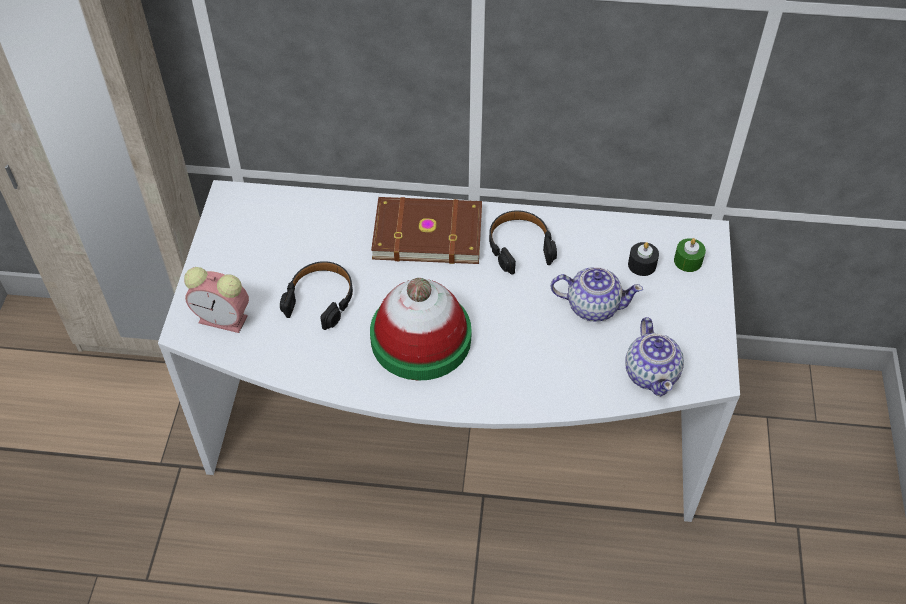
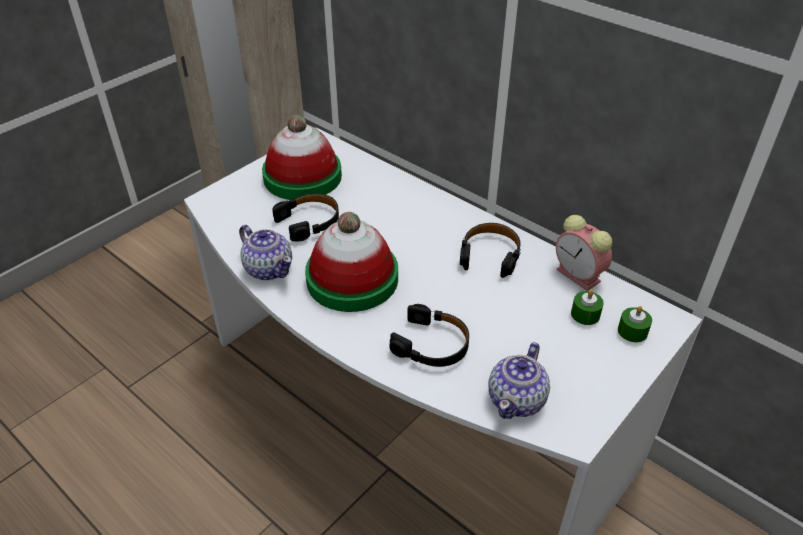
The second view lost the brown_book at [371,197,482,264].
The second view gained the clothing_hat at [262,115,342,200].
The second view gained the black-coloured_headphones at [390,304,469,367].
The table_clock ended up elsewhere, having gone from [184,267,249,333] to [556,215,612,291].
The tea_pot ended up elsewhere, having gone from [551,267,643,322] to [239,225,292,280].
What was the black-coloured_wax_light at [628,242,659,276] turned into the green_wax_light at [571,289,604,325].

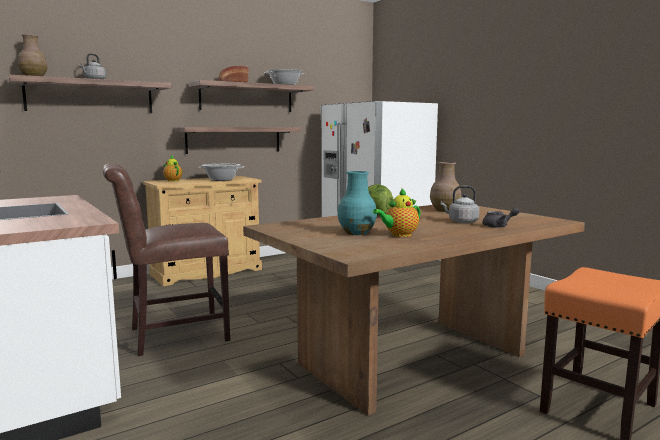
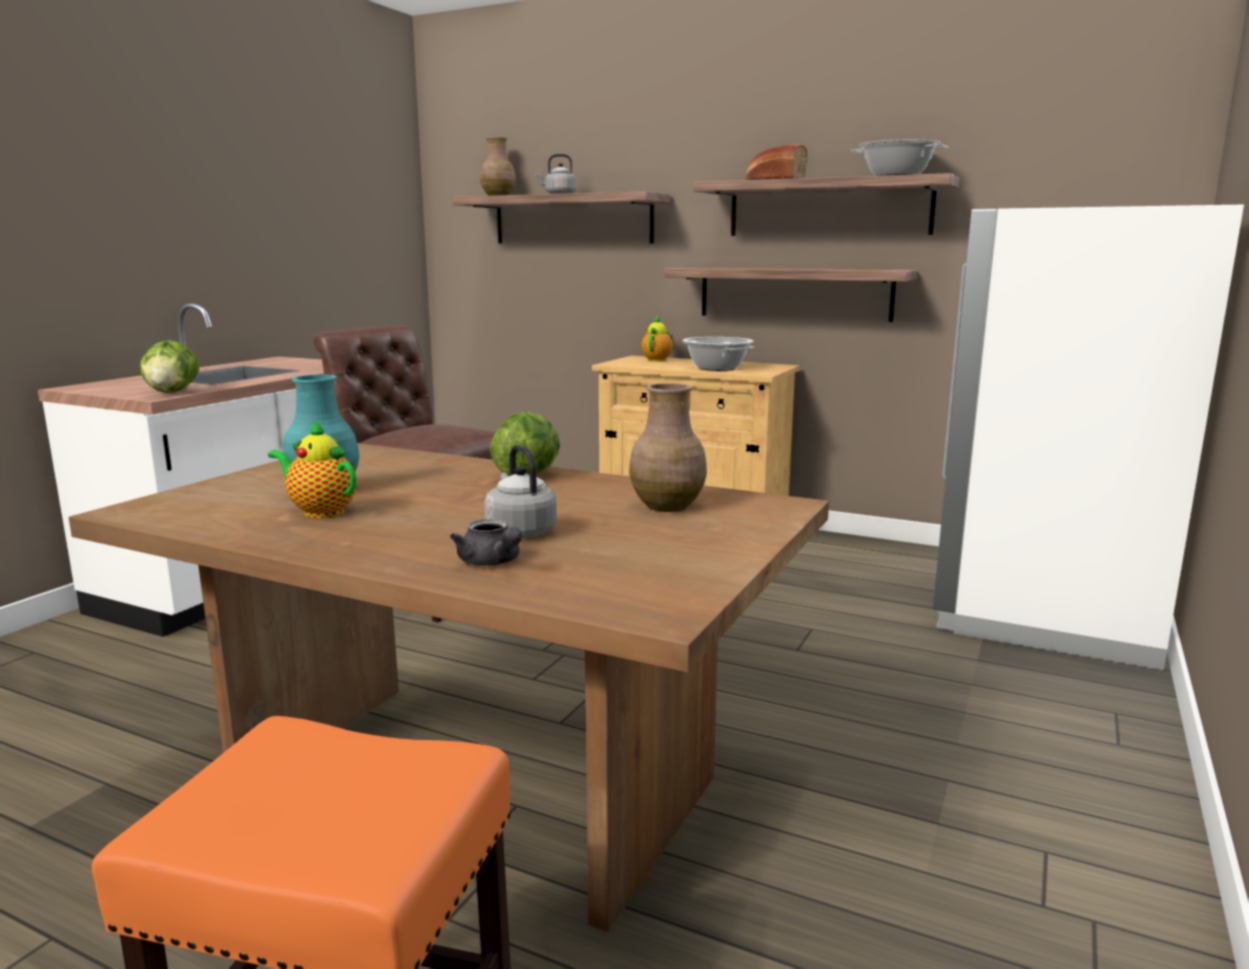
The second view gained the lettuce_head at [140,340,200,393].

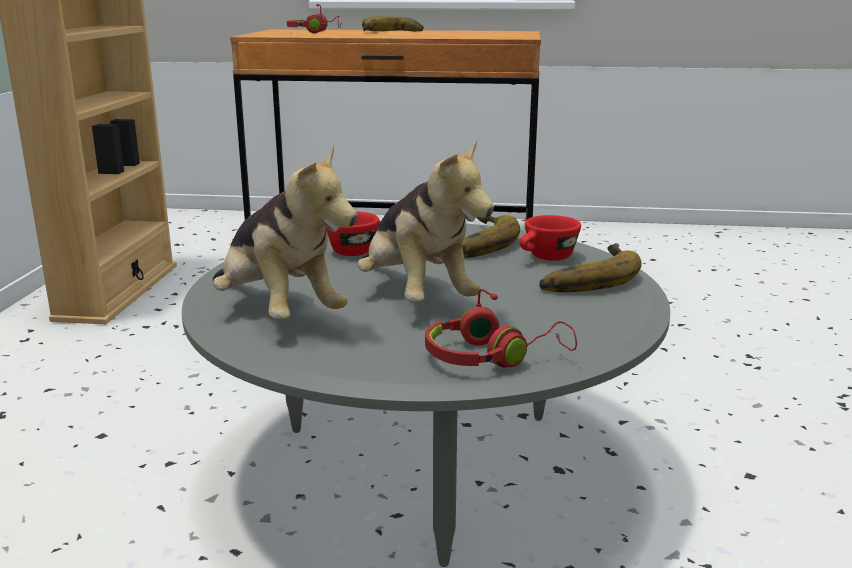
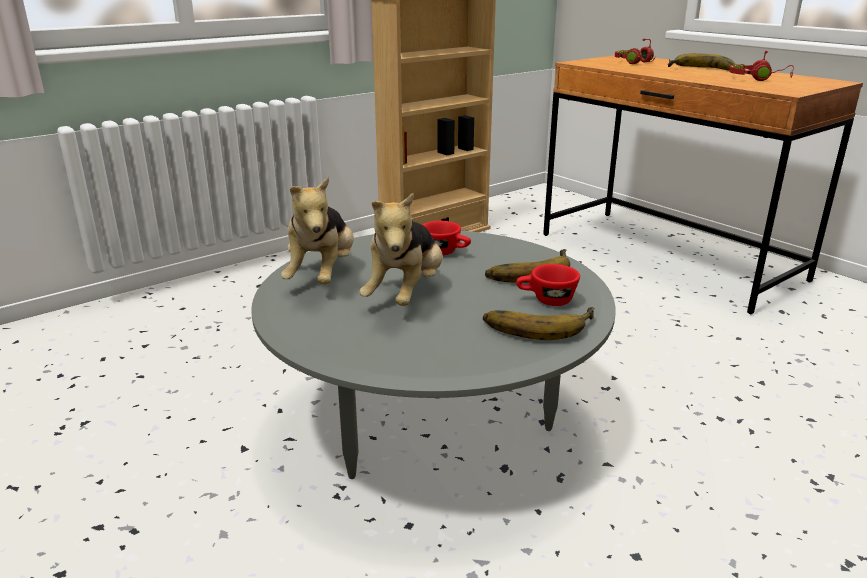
The reddish_headphones ended up elsewhere, having gone from [425,289,577,367] to [729,51,794,81].

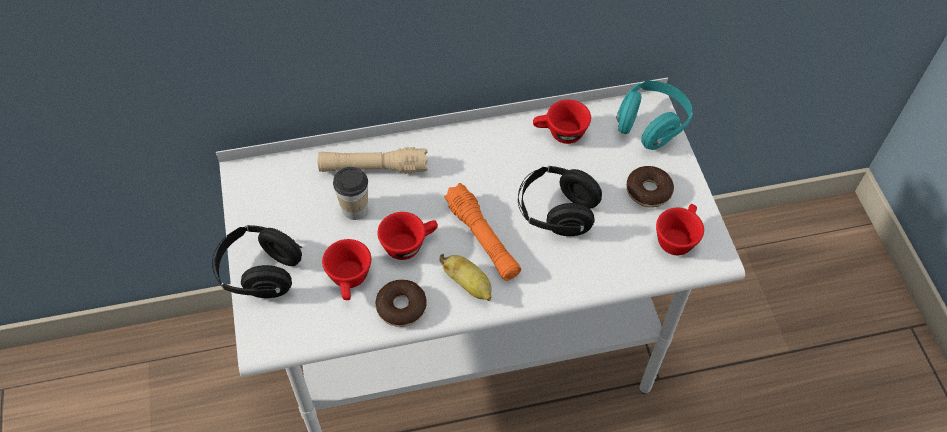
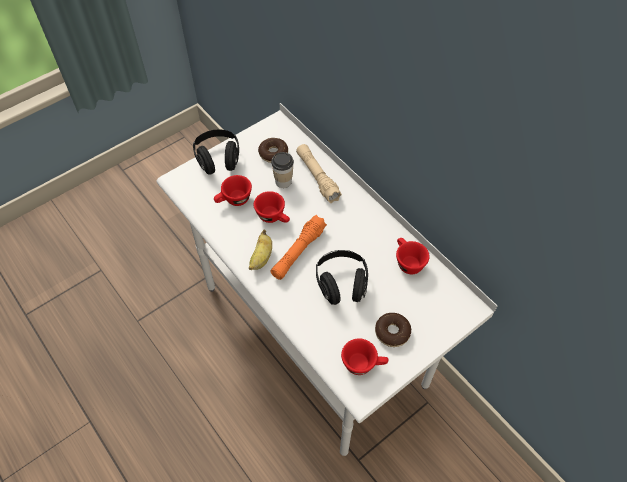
The second view lost the turquoise-coloured_headphones at [616,81,693,150].
The ring_doughnut ended up elsewhere, having gone from [376,280,427,327] to [258,138,288,163].

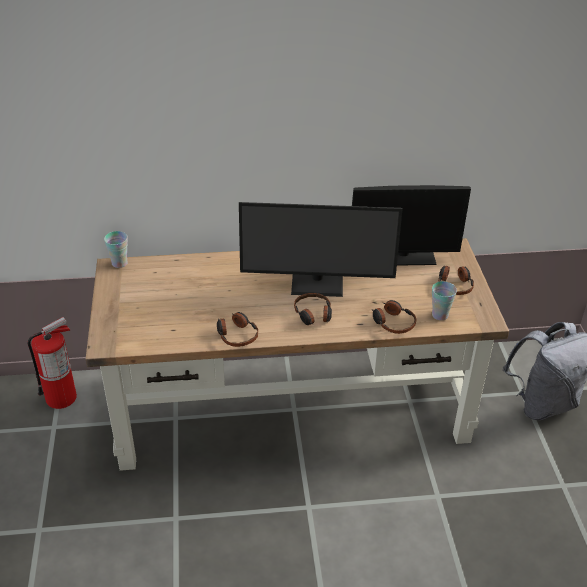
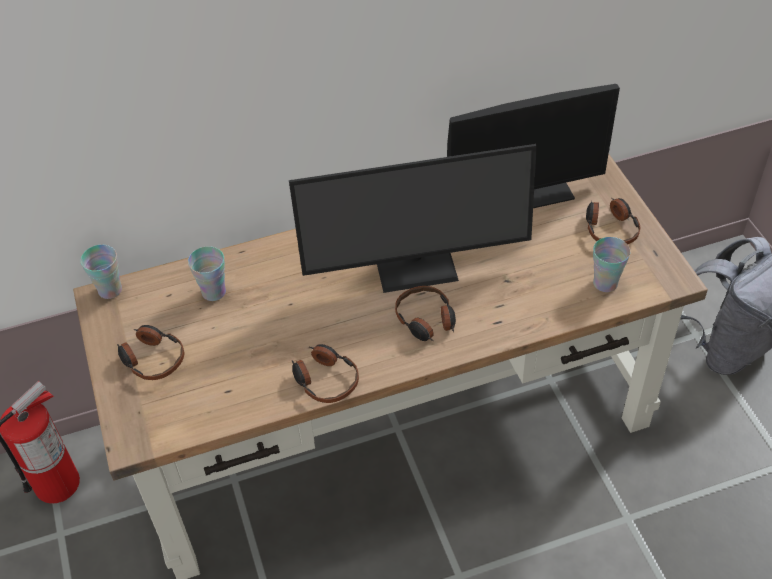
The second view gained the drinking_cup at [188,246,226,301].
The headphones ended up elsewhere, having gone from [372,300,417,334] to [117,325,185,380].

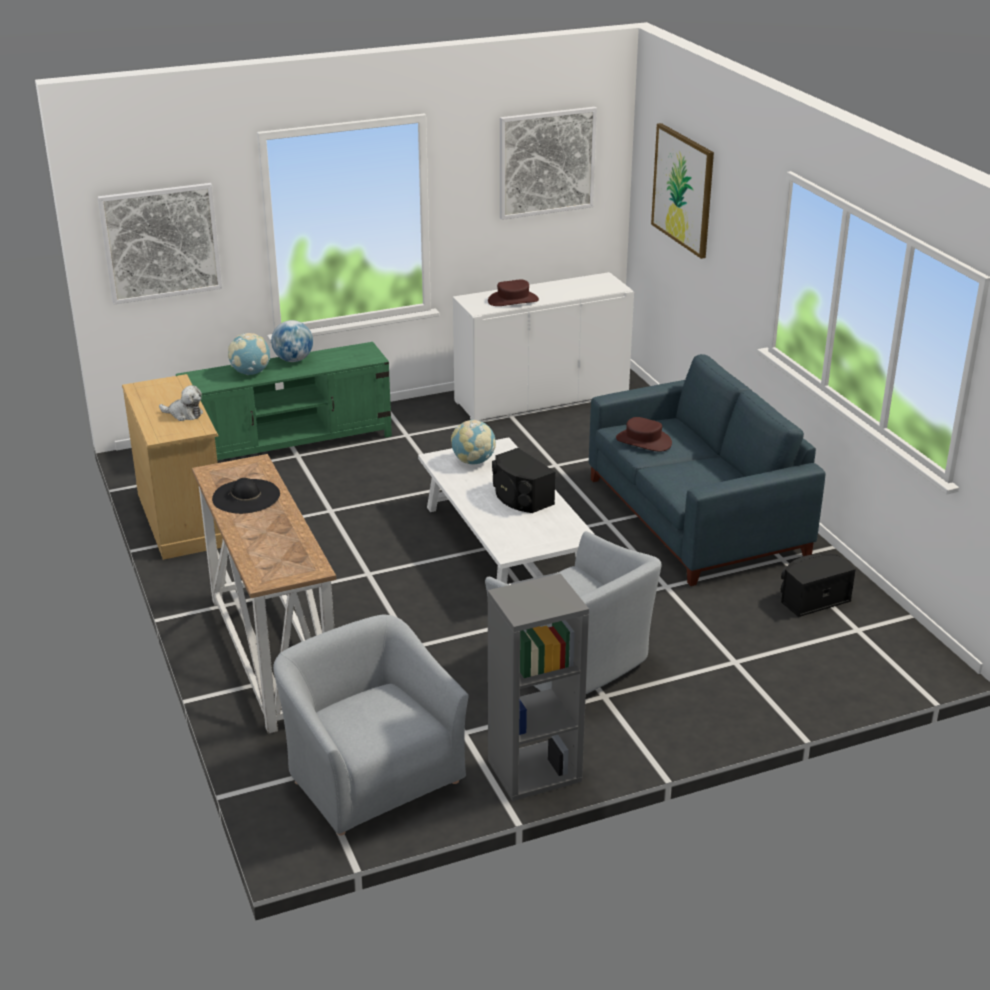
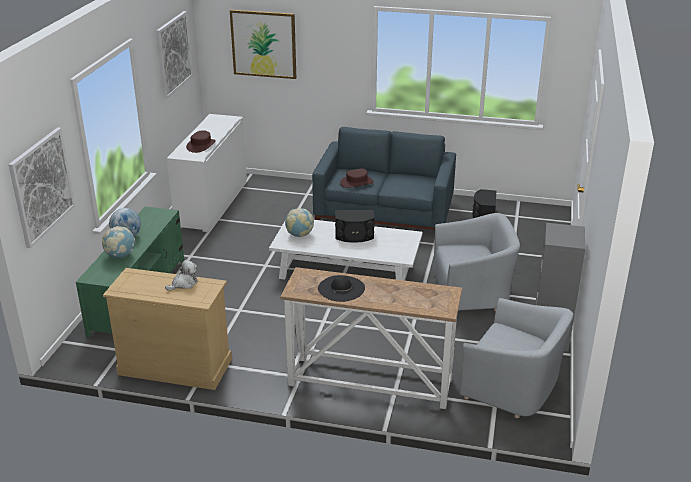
The grey_armchair at [273,614,469,836] ended up facing another way, 150 degrees counterclockwise from before.

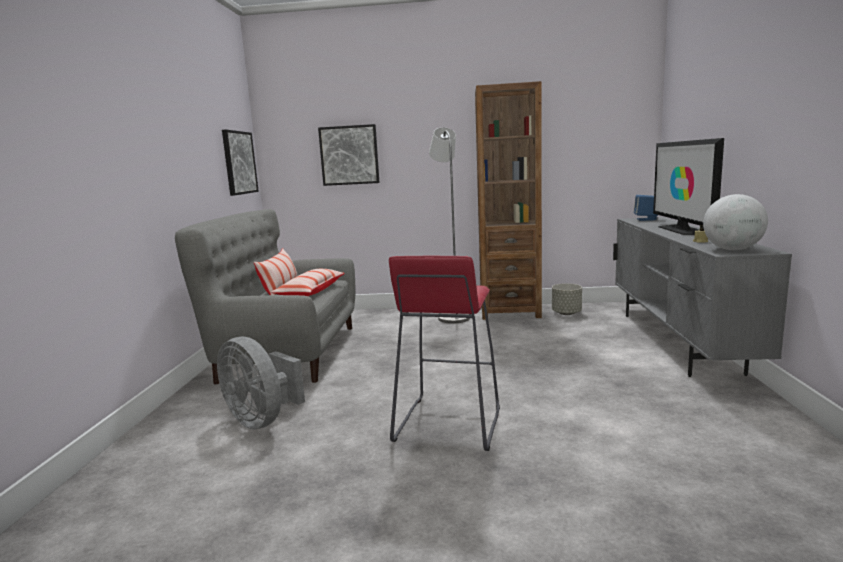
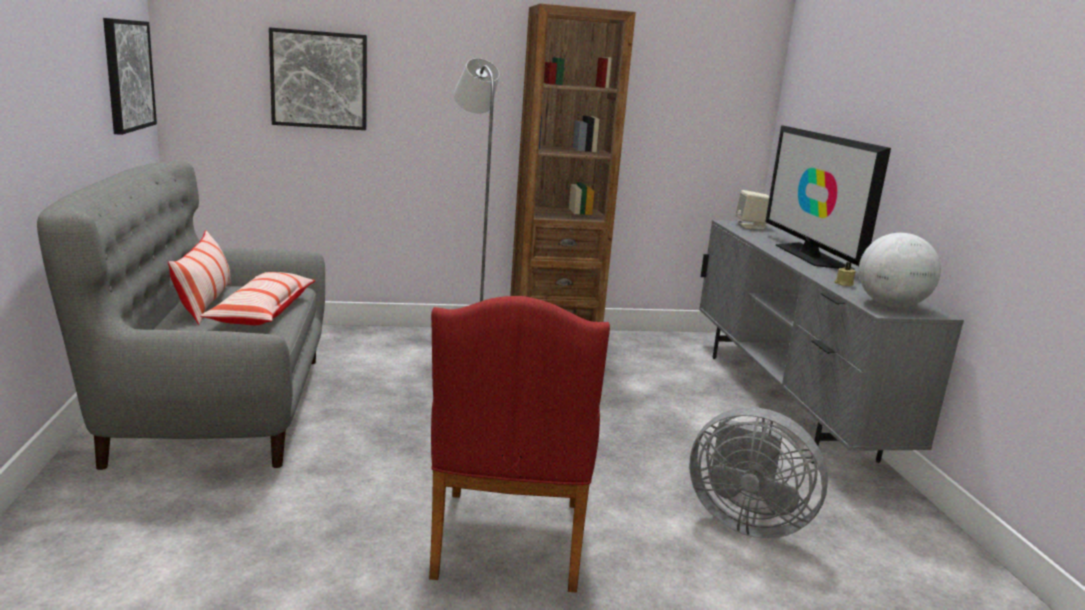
The second view lost the grey_flower_pot at [552,283,582,315].
The grey_electric_fan ended up elsewhere, having gone from [217,336,305,429] to [689,407,828,539].
Where the reddish_stool stood at [389,256,500,451], the reddish_armchair came to stand at [429,296,610,593].
What was the blue-coloured_speaker at [634,195,658,221] turned into the beige-coloured_speaker at [735,190,770,229].

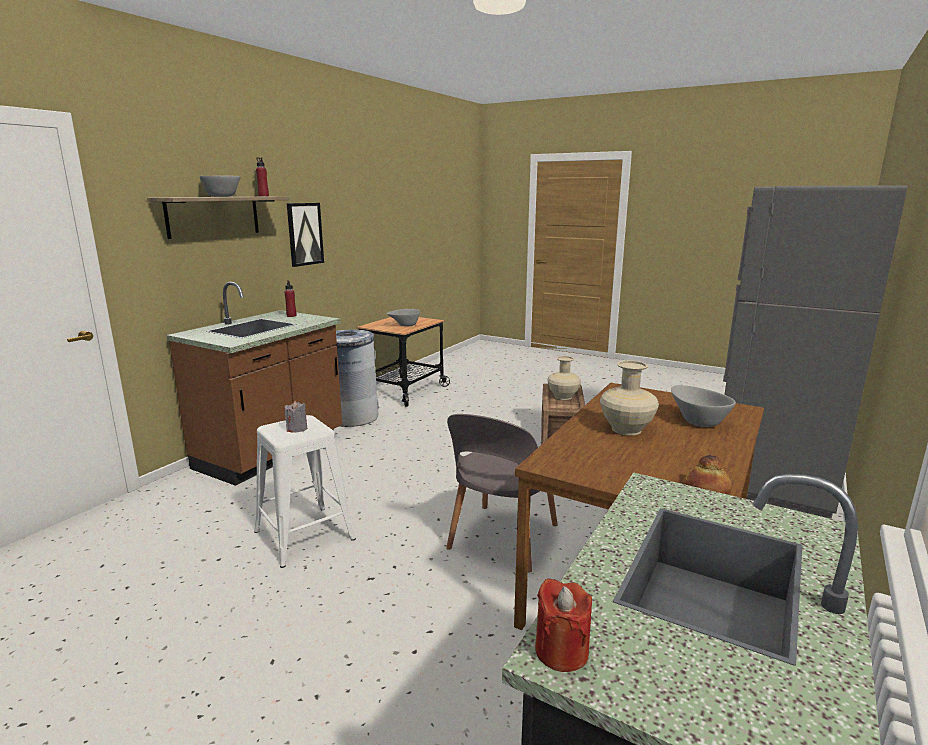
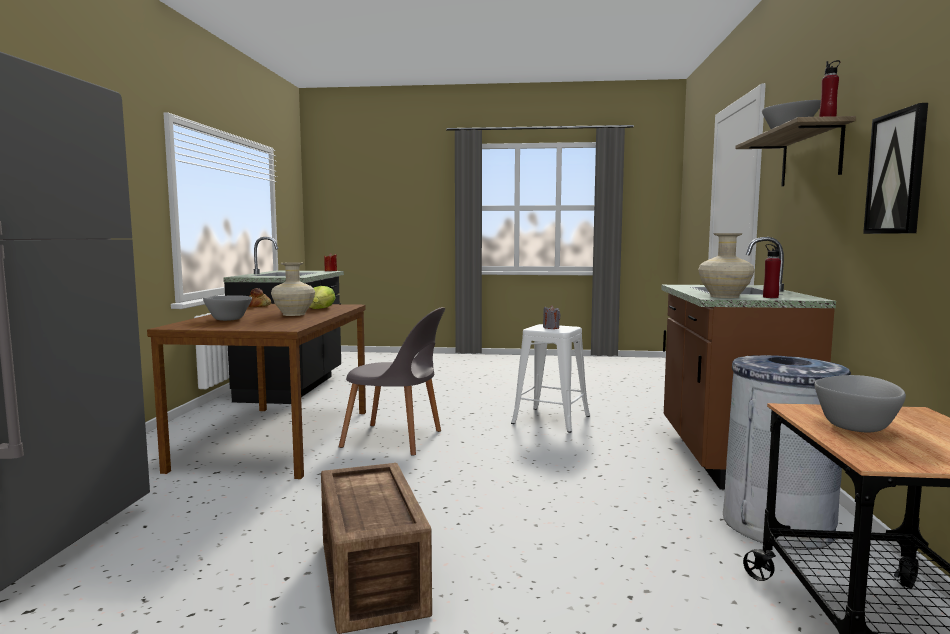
The second view gained the lettuce_head at [310,286,335,309].
The beige-coloured_vase ended up elsewhere, having gone from [547,356,581,400] to [698,233,755,298].
The grey_chair at [446,414,558,572] ended up facing another way, 105 degrees clockwise from before.

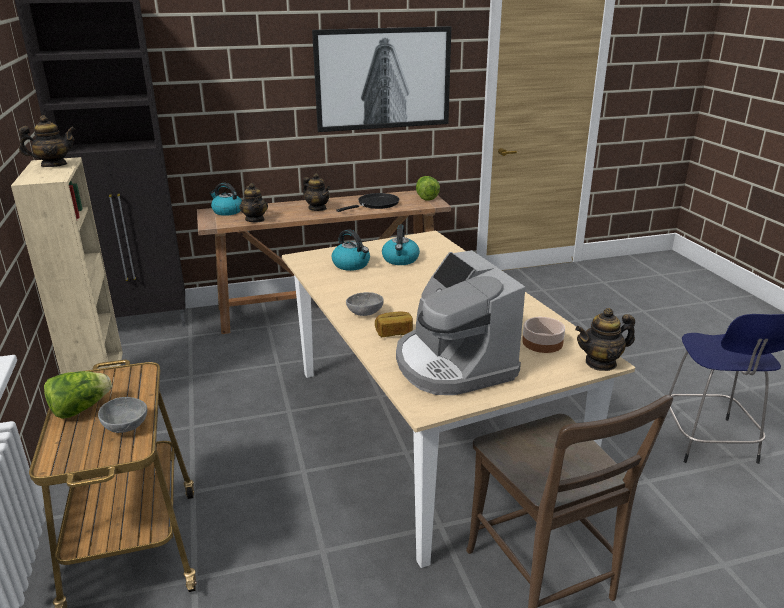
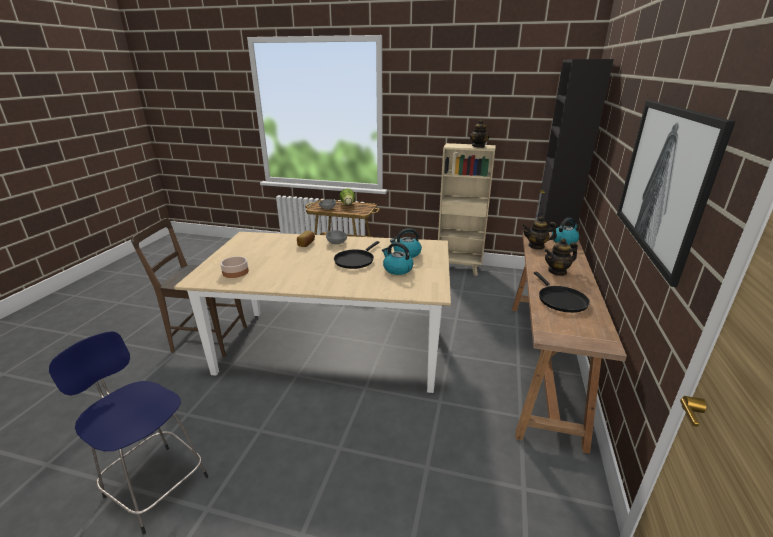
The second view lost the coffee_machine at [396,250,525,395].
The second view lost the lettuce_head at [416,176,440,201].
The second view lost the tea_pot at [575,308,635,371].
The second view gained the black-coloured_skillet at [334,241,380,269].

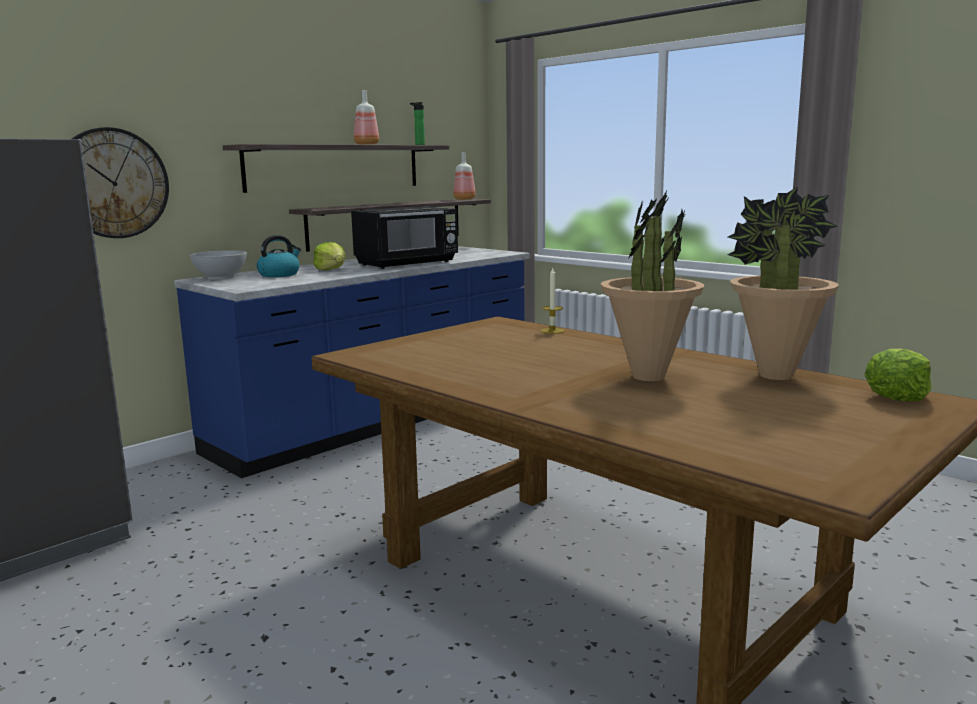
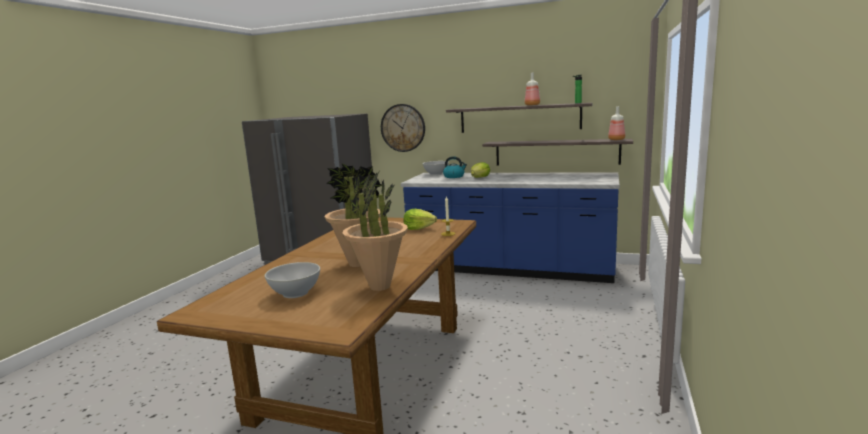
The second view lost the black-coloured_microwave at [351,207,458,269].
The second view gained the white_bowl at [265,262,320,298].
The lettuce_head ended up elsewhere, having gone from [864,349,932,401] to [404,209,437,230].

